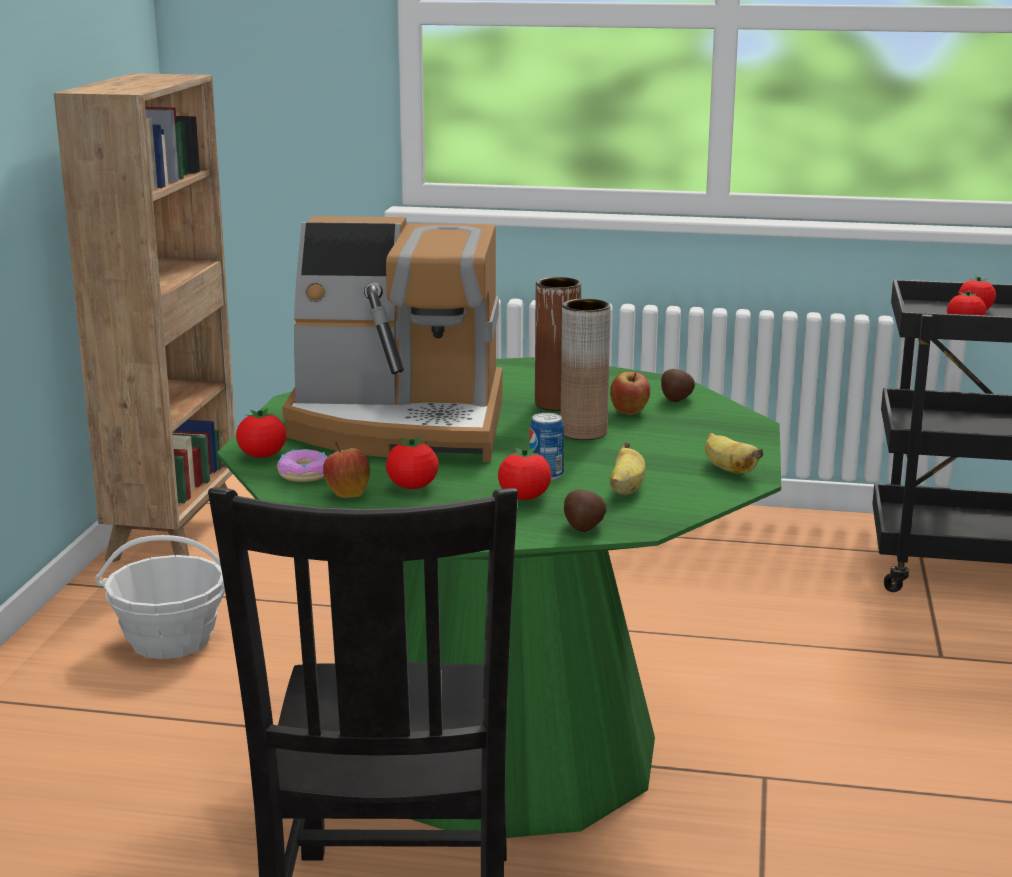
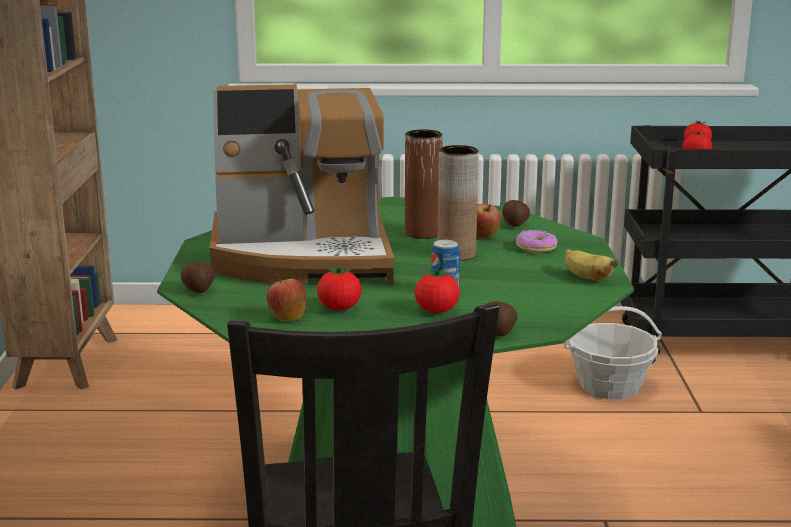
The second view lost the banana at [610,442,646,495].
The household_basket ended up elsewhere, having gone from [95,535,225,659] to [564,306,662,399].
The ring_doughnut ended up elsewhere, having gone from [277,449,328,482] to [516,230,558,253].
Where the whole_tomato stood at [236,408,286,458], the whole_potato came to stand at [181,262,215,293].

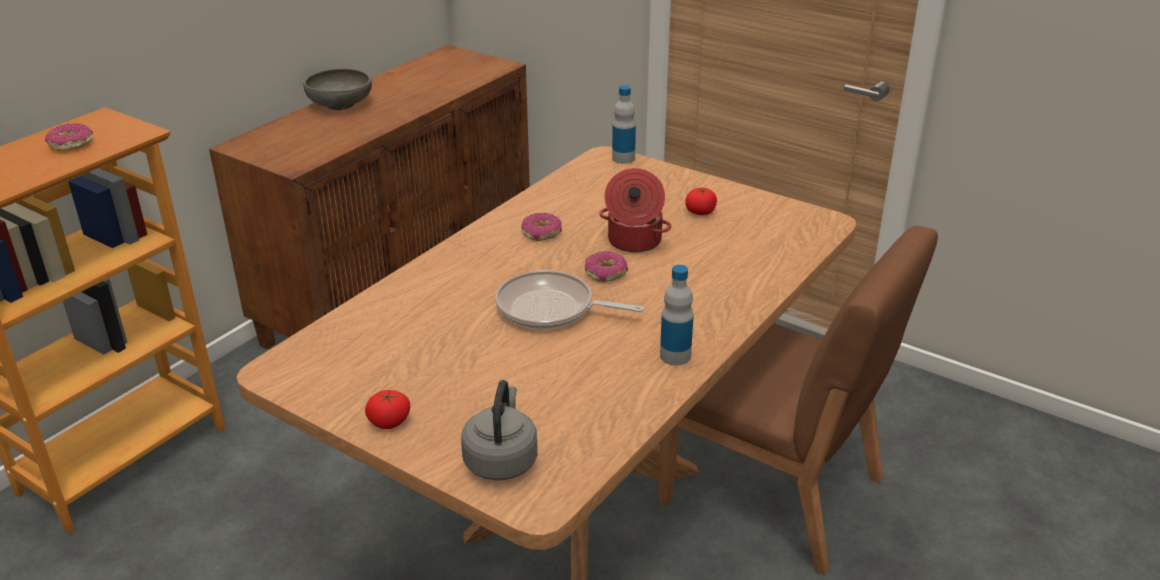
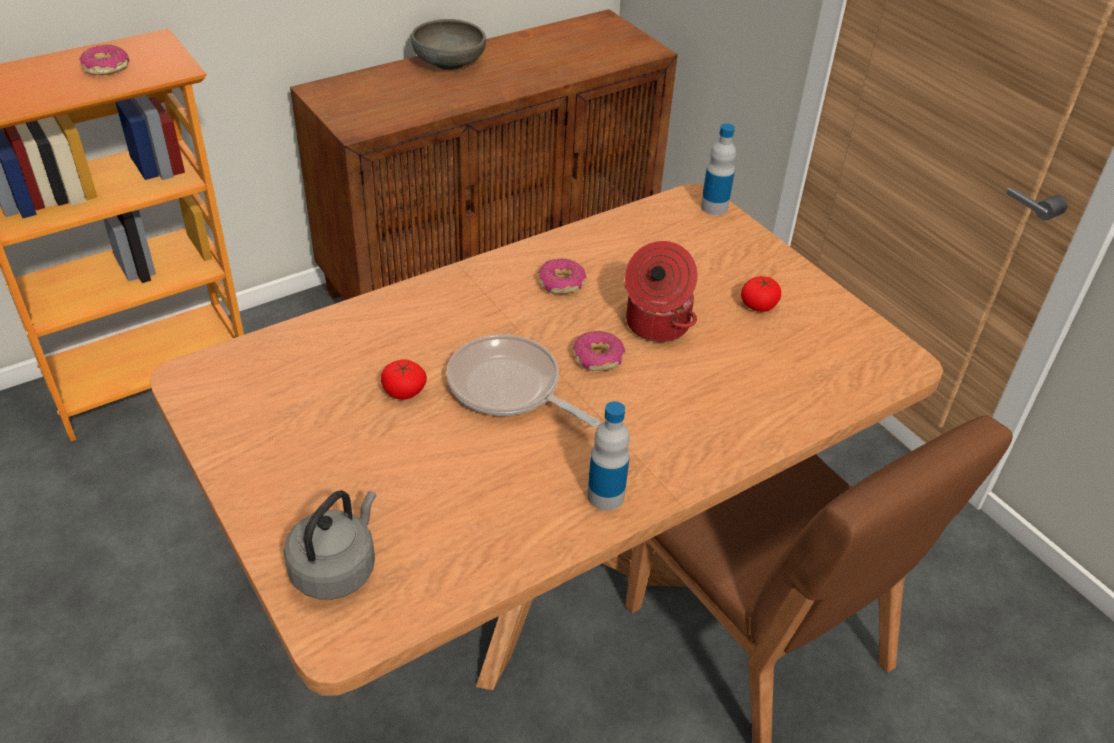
The whole_tomato ended up elsewhere, having gone from [365,390,410,429] to [381,359,427,400].

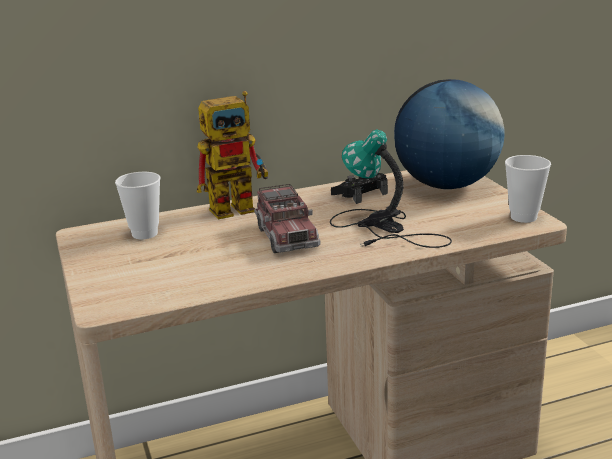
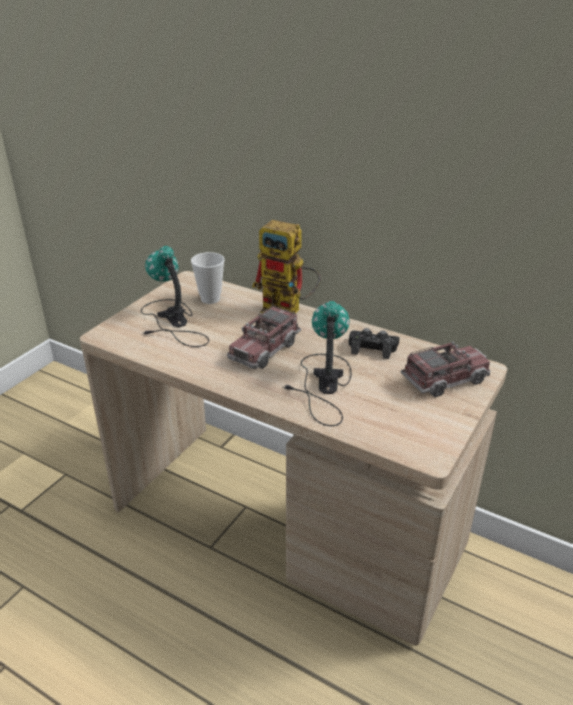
The second view lost the drinking_cup at [505,155,551,223].
The second view gained the table_lamp at [141,246,209,347].
Where the desk_globe stood at [394,79,505,189], the toy_truck came to stand at [401,341,491,397].

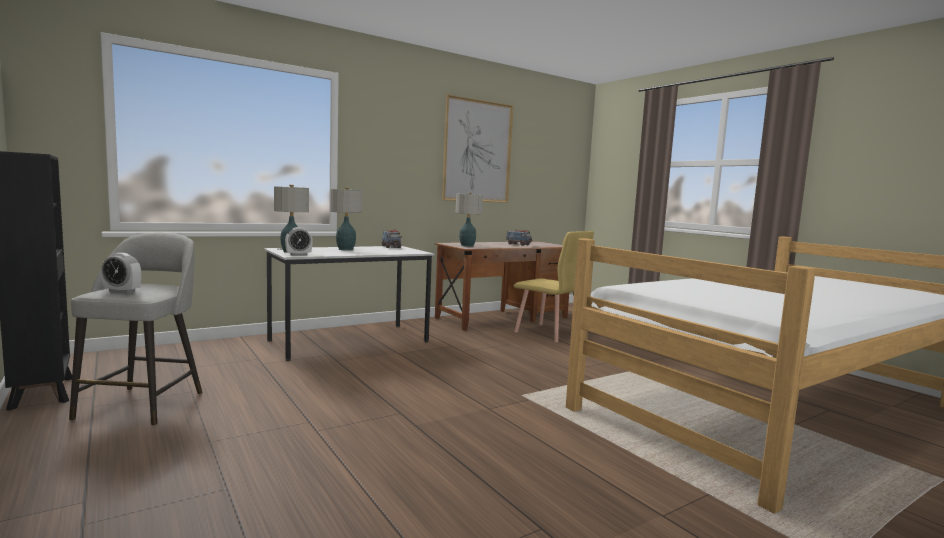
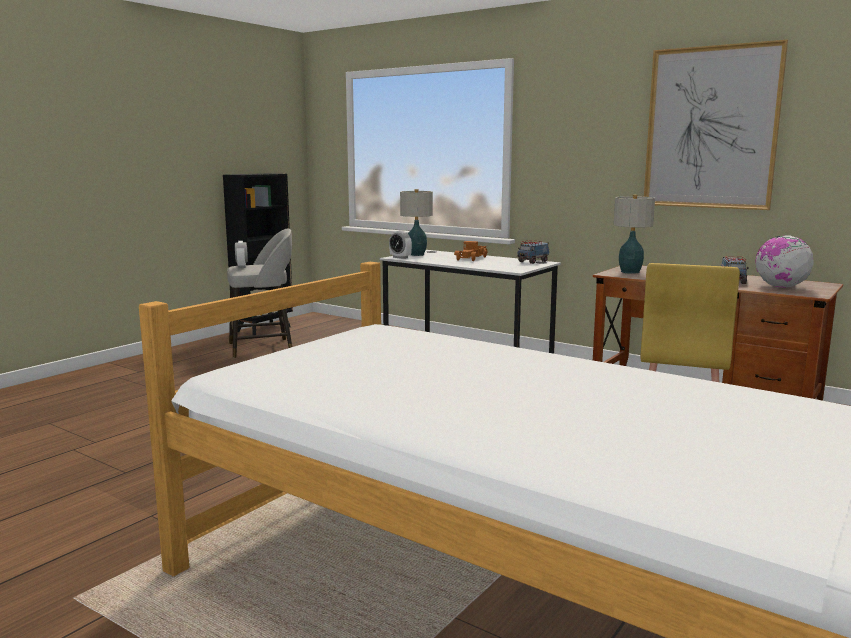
The second view gained the desk_globe at [755,235,814,288].
Where the table_lamp stood at [331,187,362,251], the toy_truck came to stand at [454,241,488,261].

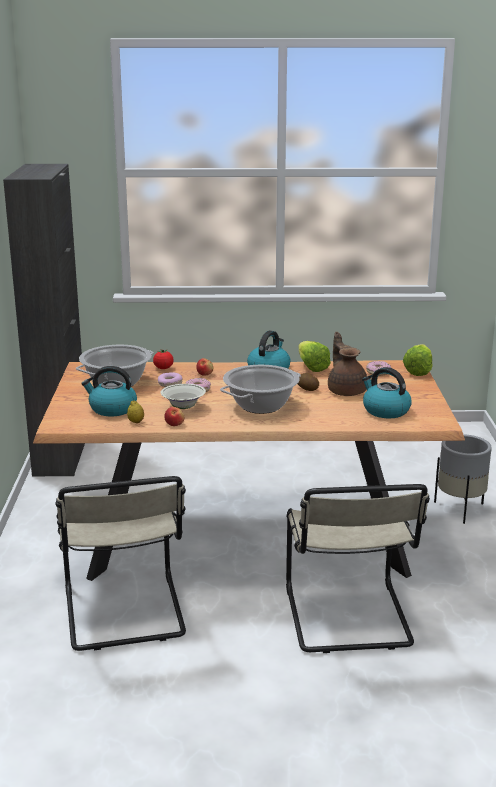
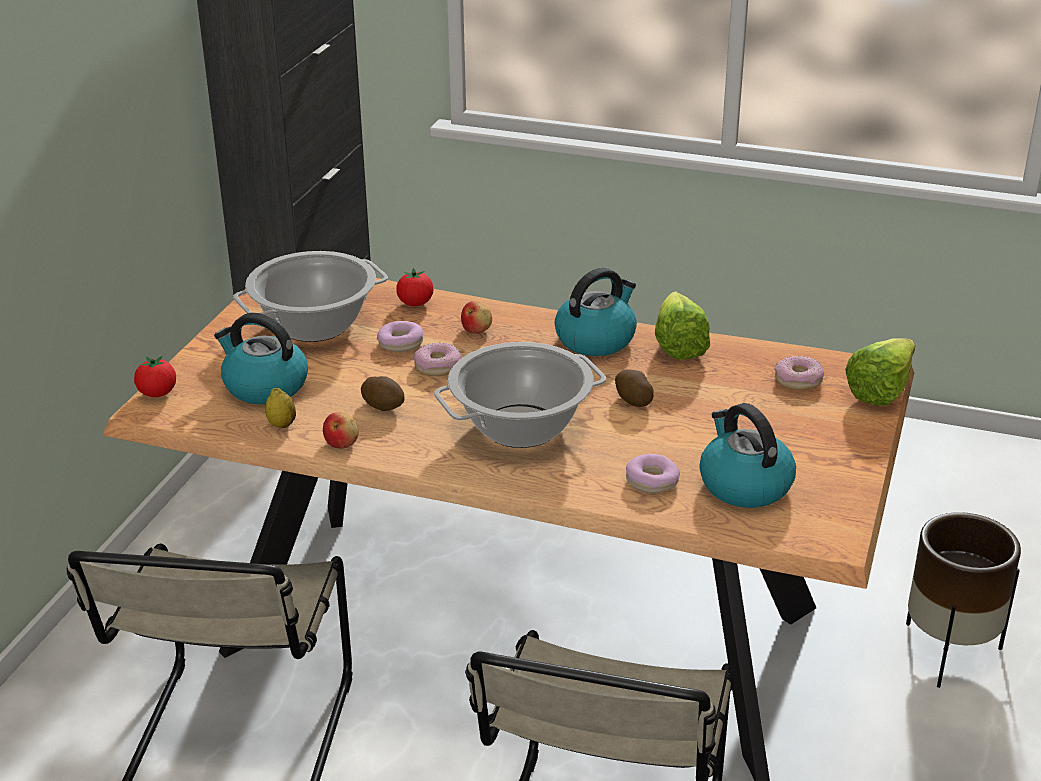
The second view lost the brown_tea_pot at [328,332,367,396].
The second view gained the whole_tomato at [134,356,176,397].
The second view gained the ring_doughnut at [626,454,680,493].
Where the white_bowl stood at [160,384,206,409], the whole_potato came to stand at [361,376,405,411].
What was the grey_flower_pot at [434,434,492,524] turned into the brown_flower_pot at [906,512,1021,688].

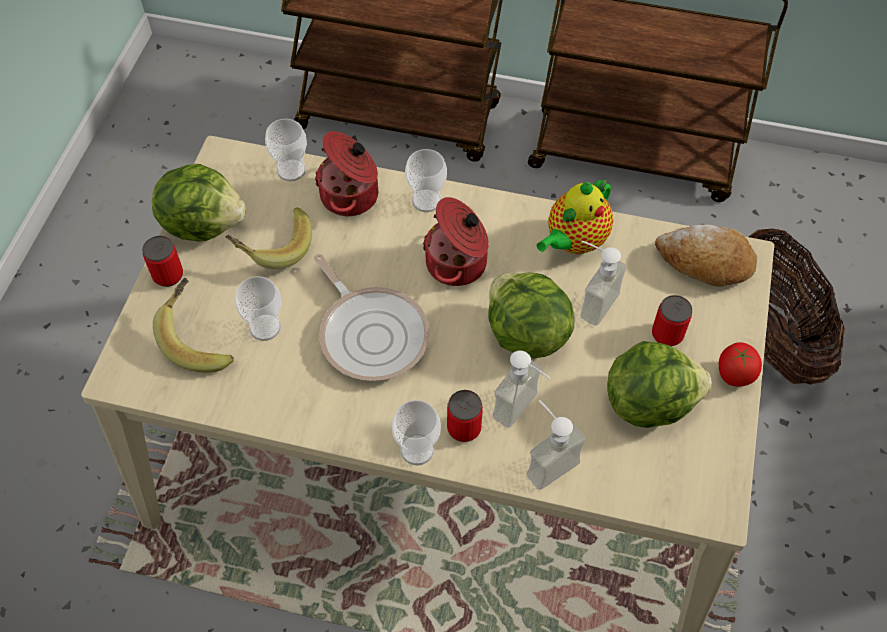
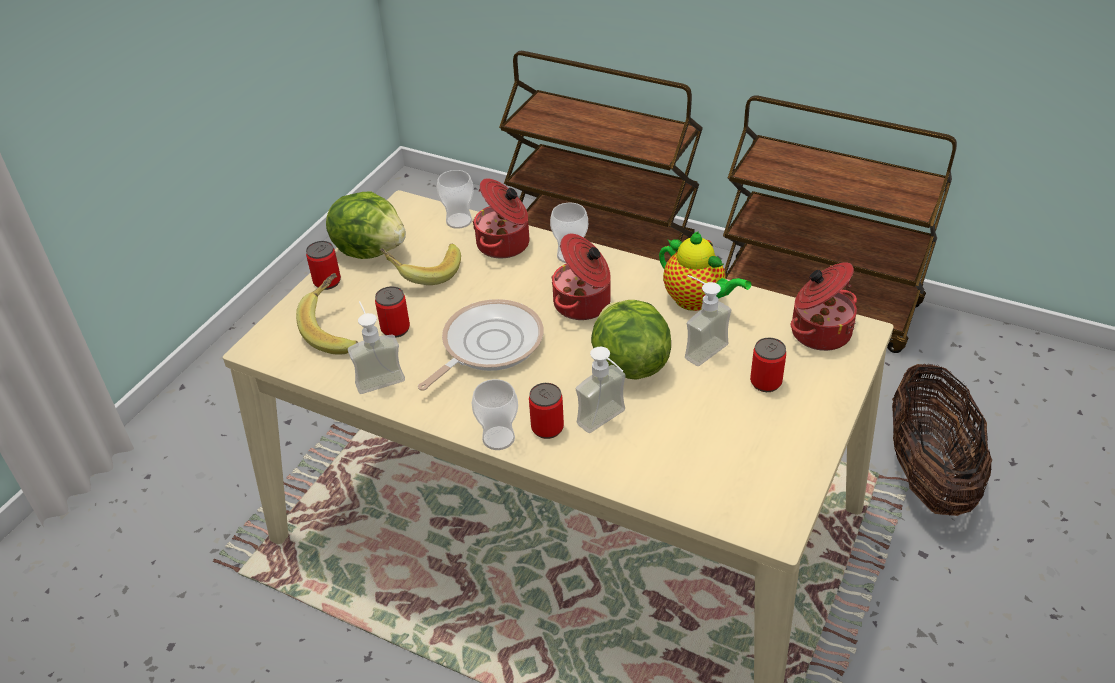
The second view lost the lettuce_head at [607,341,712,428].
The second view lost the whole_tomato at [719,342,762,387].
The liquid_soap_bottle ended up elsewhere, having gone from [527,400,586,490] to [348,301,405,394].
Where the drinking_cup stood at [235,276,281,341], the can came to stand at [375,286,410,338].
Where the baked_bread stood at [655,224,757,287], the stockpot came to stand at [790,262,857,351].
The skillet at [314,254,430,381] ended up facing another way, 120 degrees counterclockwise from before.
The tea_pot at [537,179,613,254] ended up facing another way, 105 degrees counterclockwise from before.

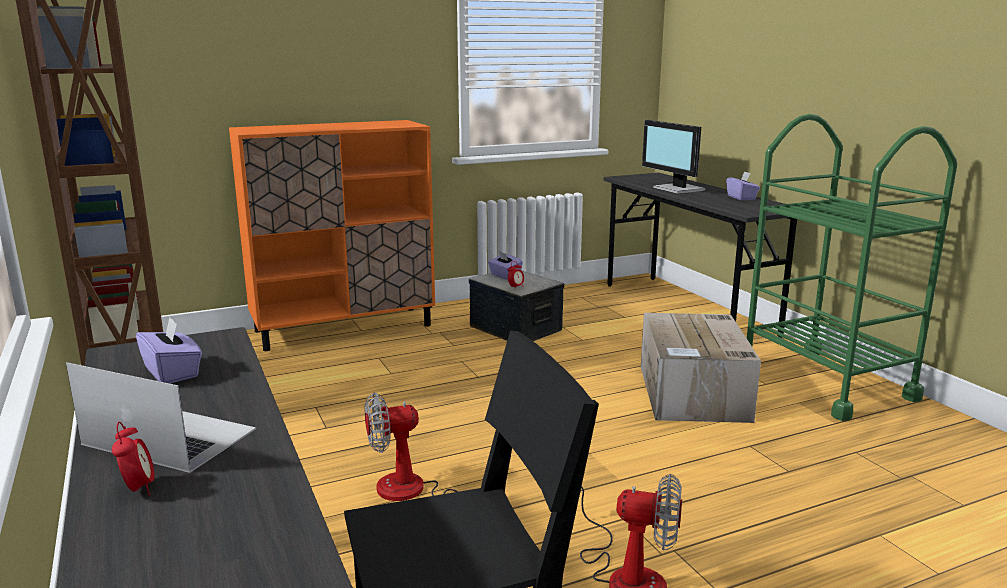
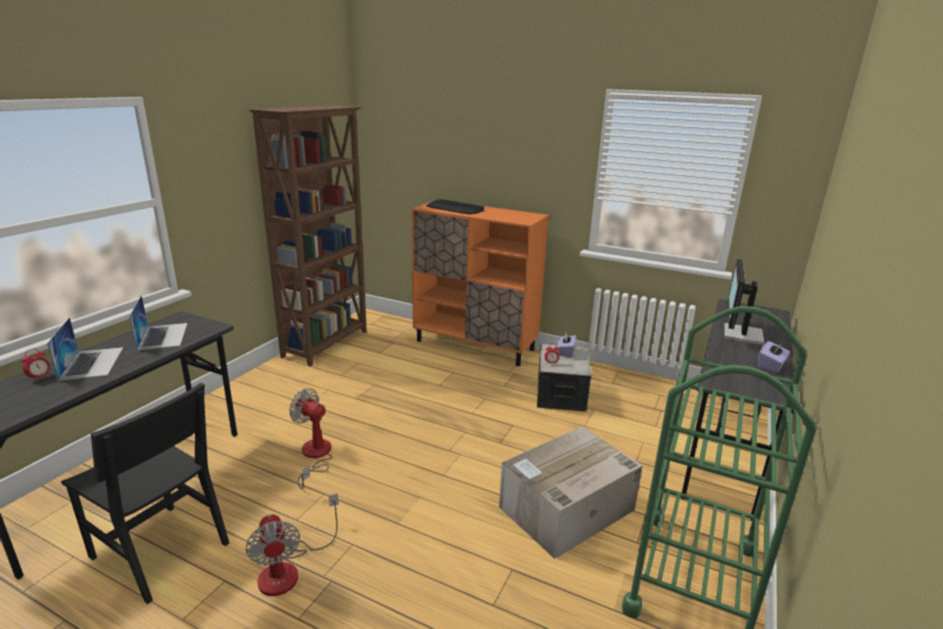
The second view gained the keyboard at [426,199,484,214].
Where the purplish_box_of_tissues stood at [136,318,202,383], the notebook_computer came to stand at [129,295,187,350].

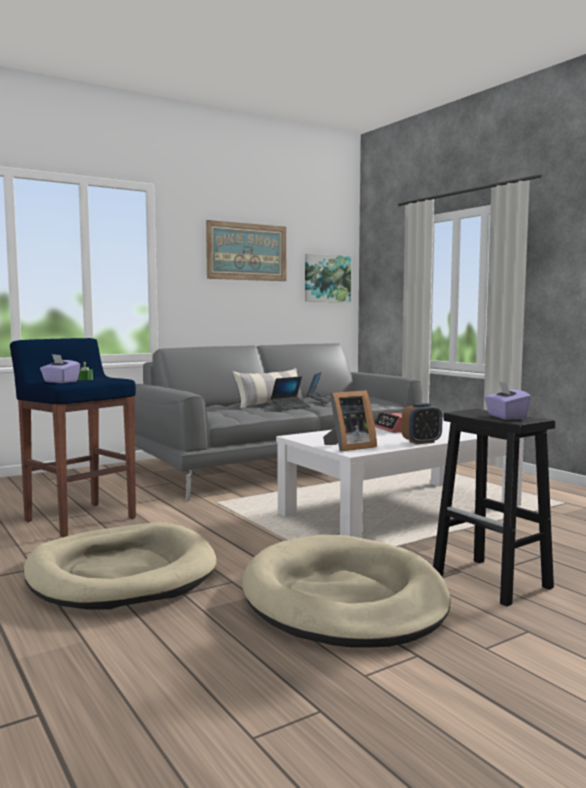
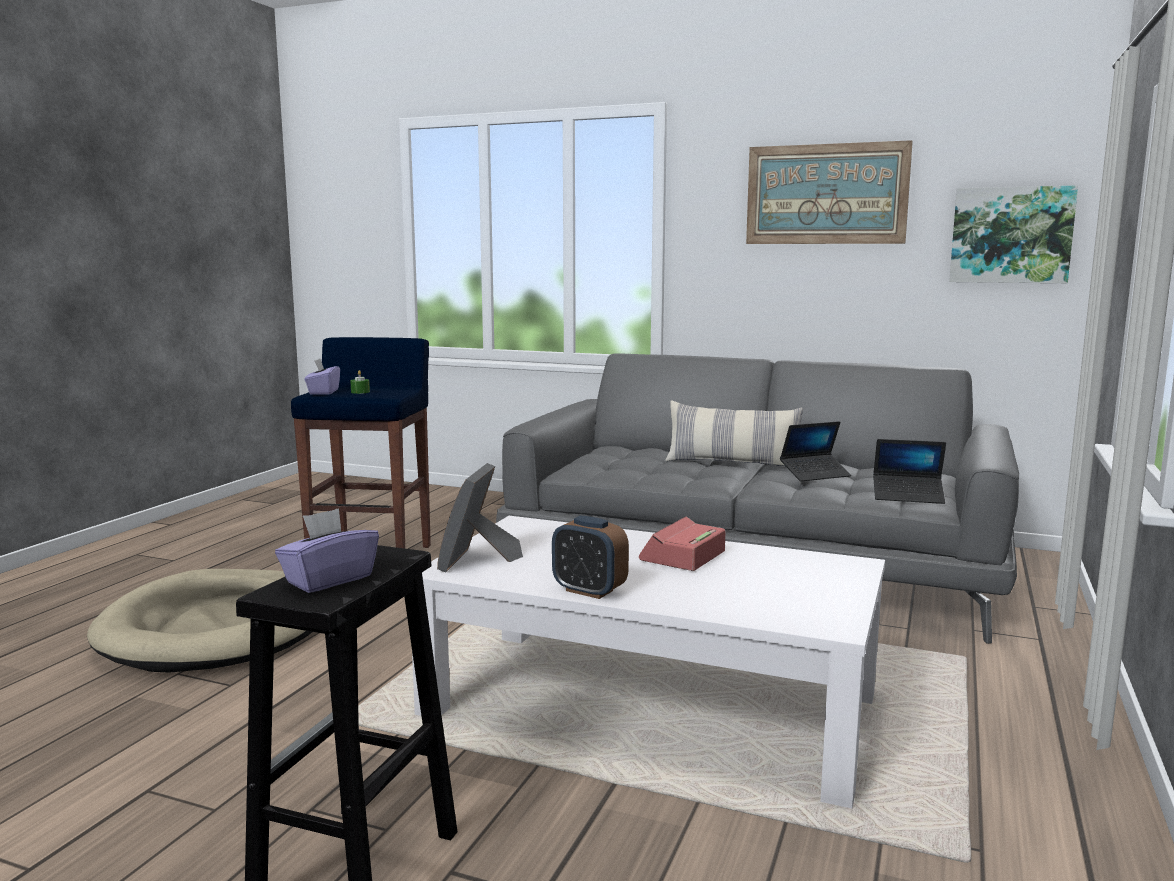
The second view lost the beige-coloured_pet_bed at [242,535,451,647].
The notebook_computer ended up elsewhere, having gone from [271,376,311,410] to [873,439,946,504].
The standing_frame at [323,390,377,452] ended up facing another way, 75 degrees clockwise from before.

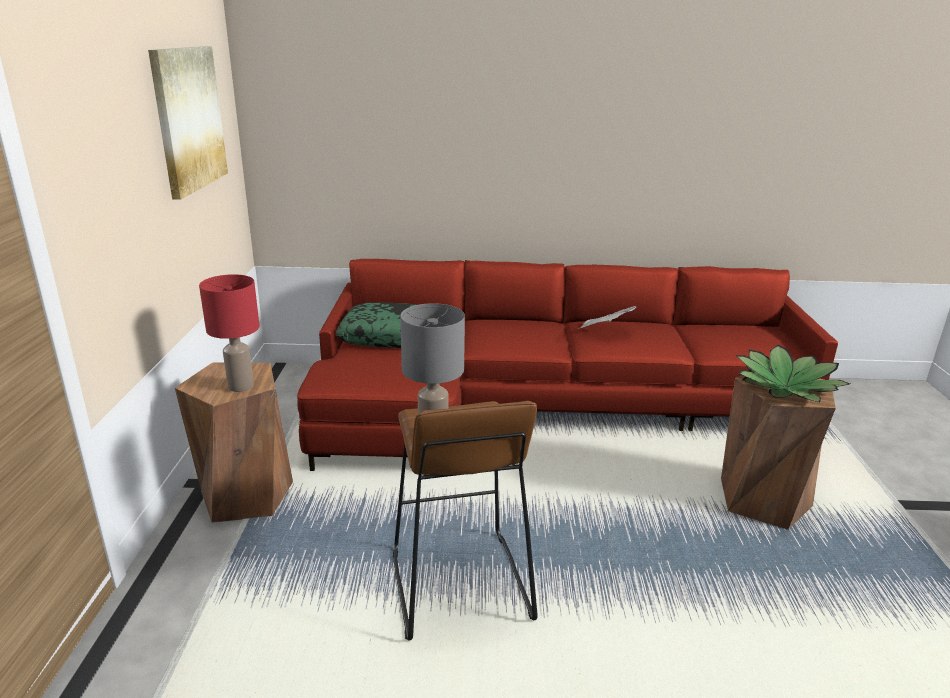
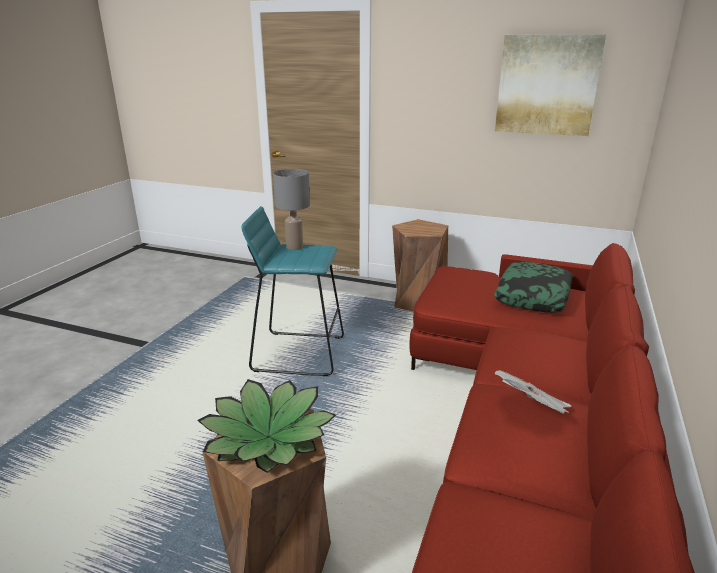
The second view lost the reddish_table_lamp at [199,274,260,392].
What was the brown_stool at [393,401,537,641] turned into the turquoise-coloured_stool at [241,206,344,376].

